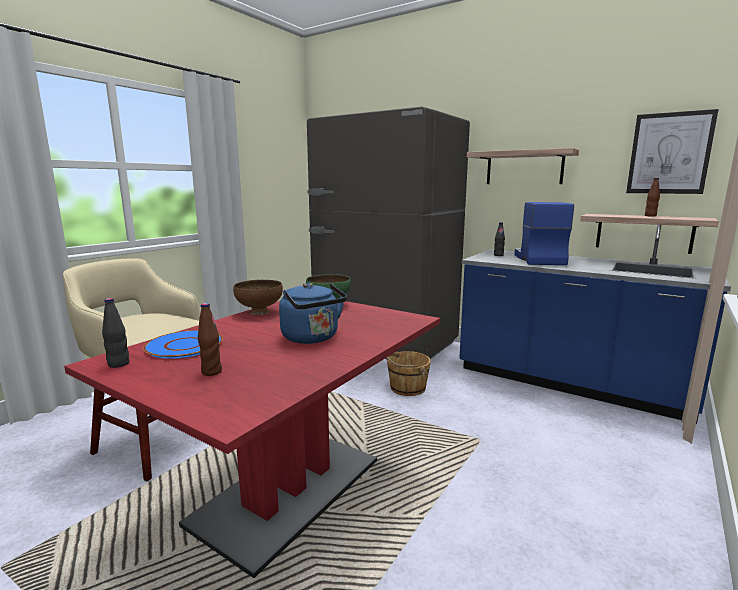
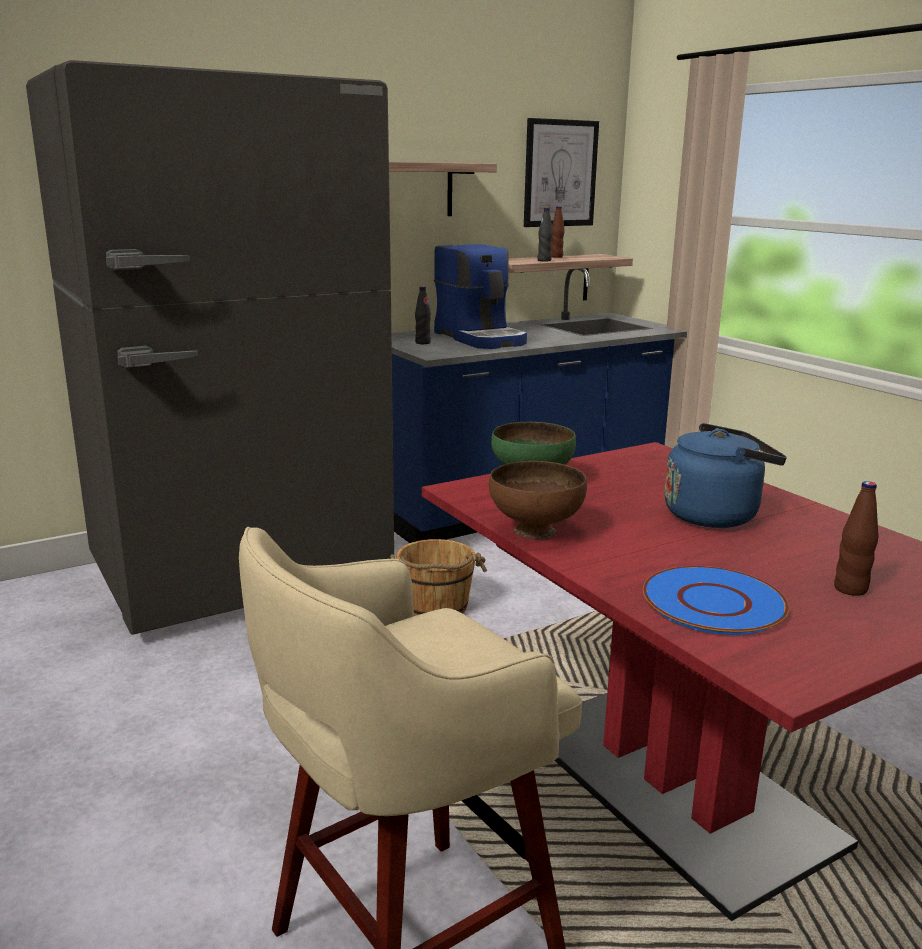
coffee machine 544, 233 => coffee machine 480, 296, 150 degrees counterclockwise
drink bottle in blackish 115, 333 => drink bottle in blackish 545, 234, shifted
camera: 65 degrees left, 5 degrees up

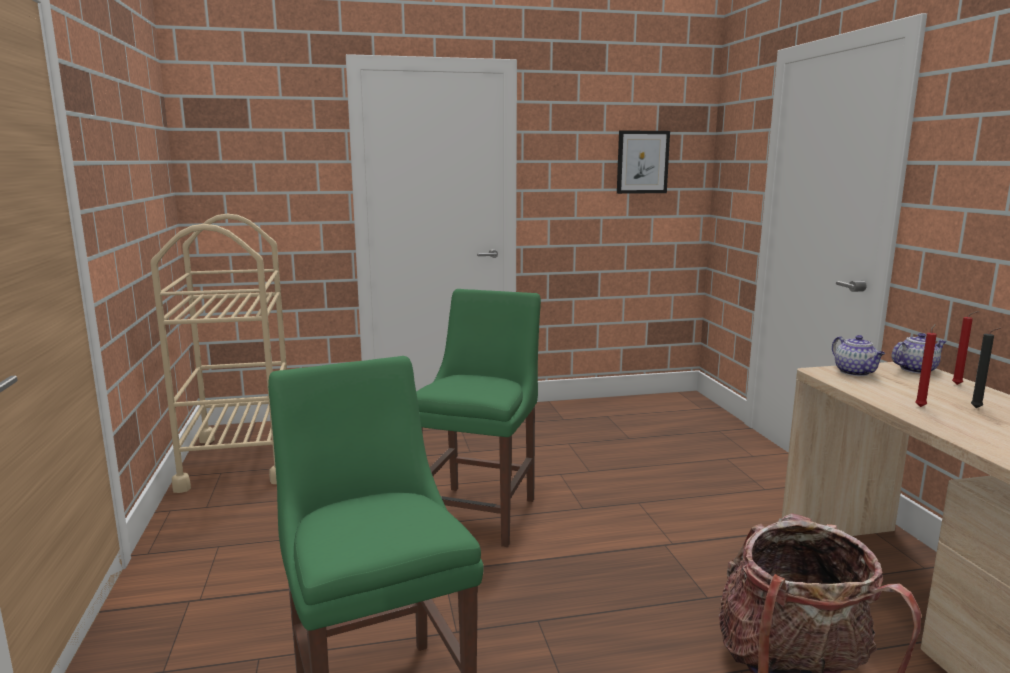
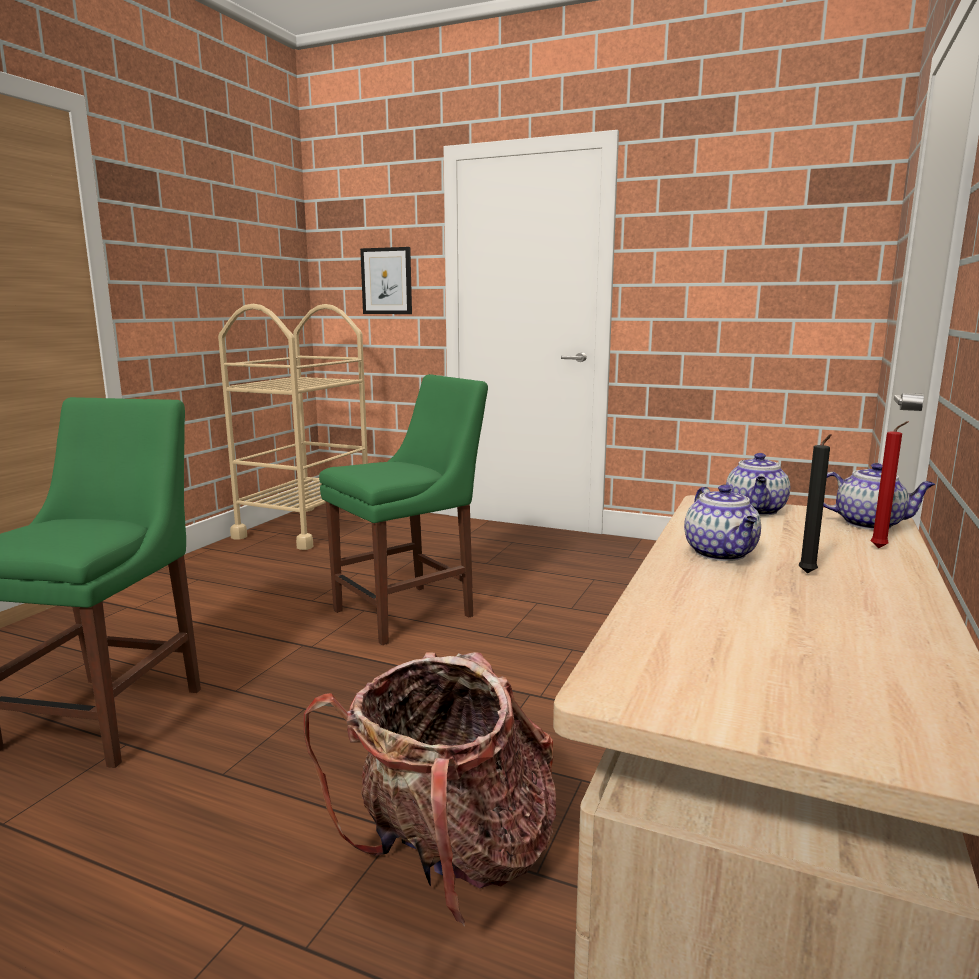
wall picture 643, 162 => wall picture 386, 280, shifted
wax light in red 926, 365 => pot for tea 722, 522
camera: 35 degrees right, 0 degrees up

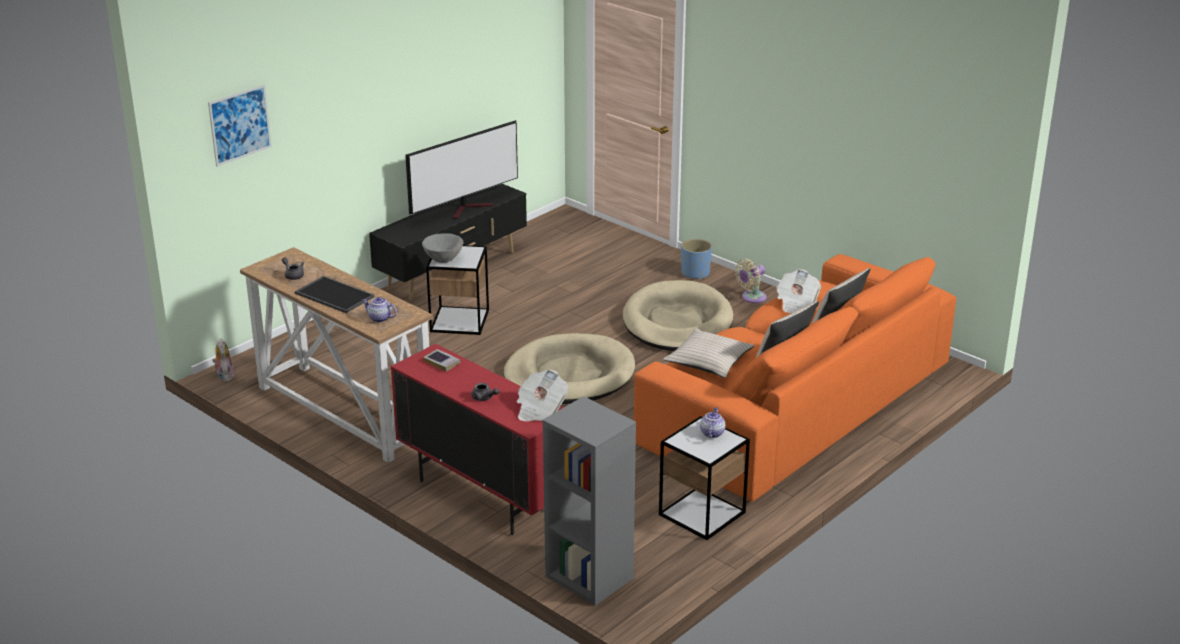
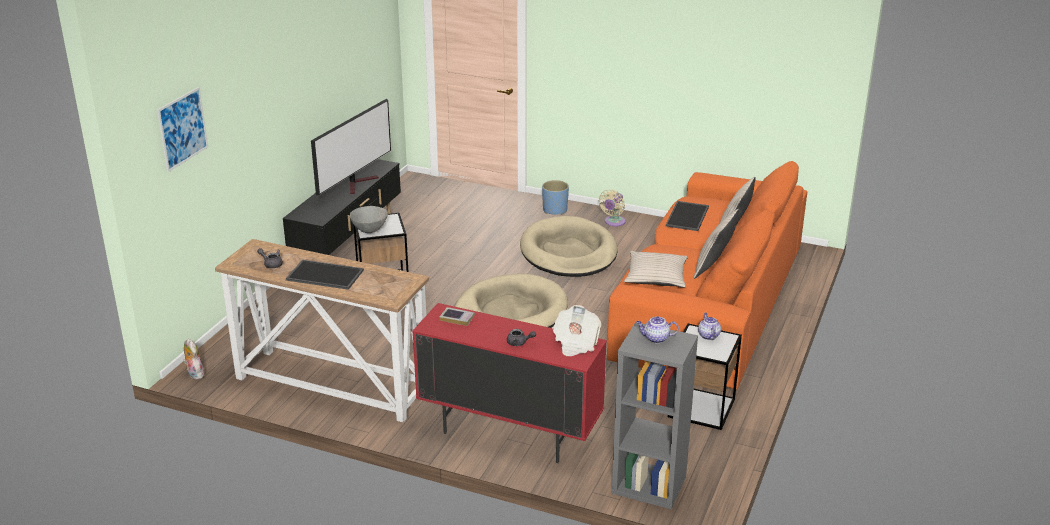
pot for tea 379, 309 => pot for tea 657, 330, shifted
newspaper 798, 291 => tray 687, 216
camera: 20 degrees left, 0 degrees up

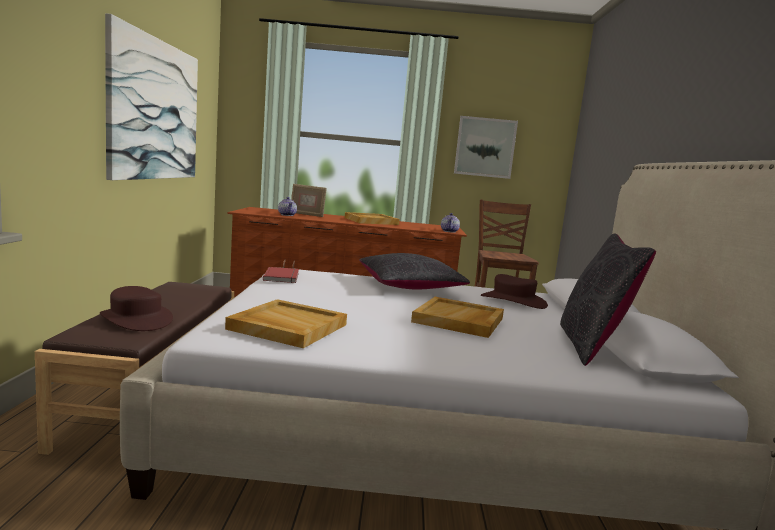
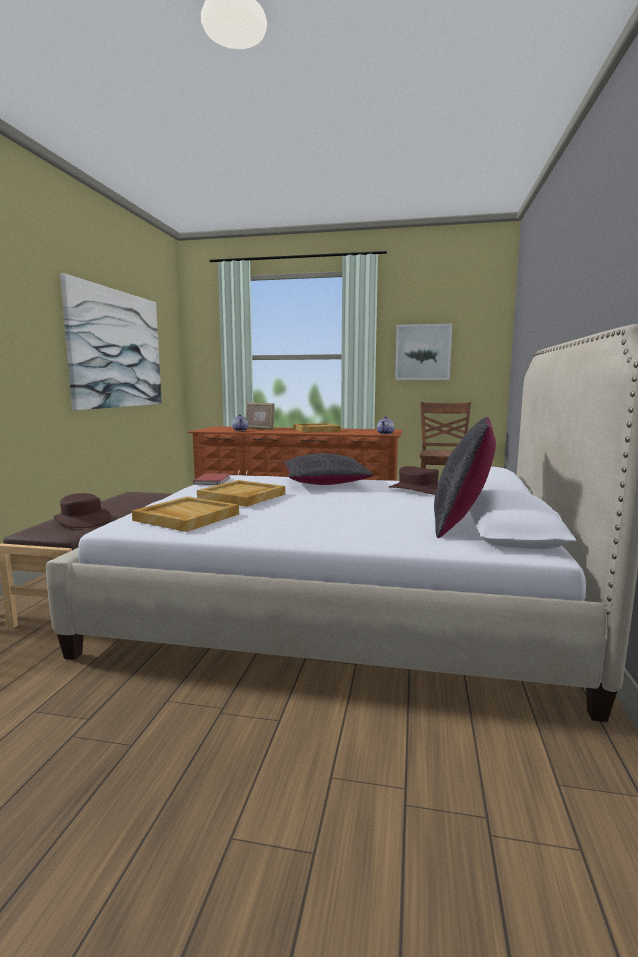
tray in beige-coloured 457, 317 => tray in beige-coloured 241, 493, shifted
camera: 10 degrees right, 0 degrees up

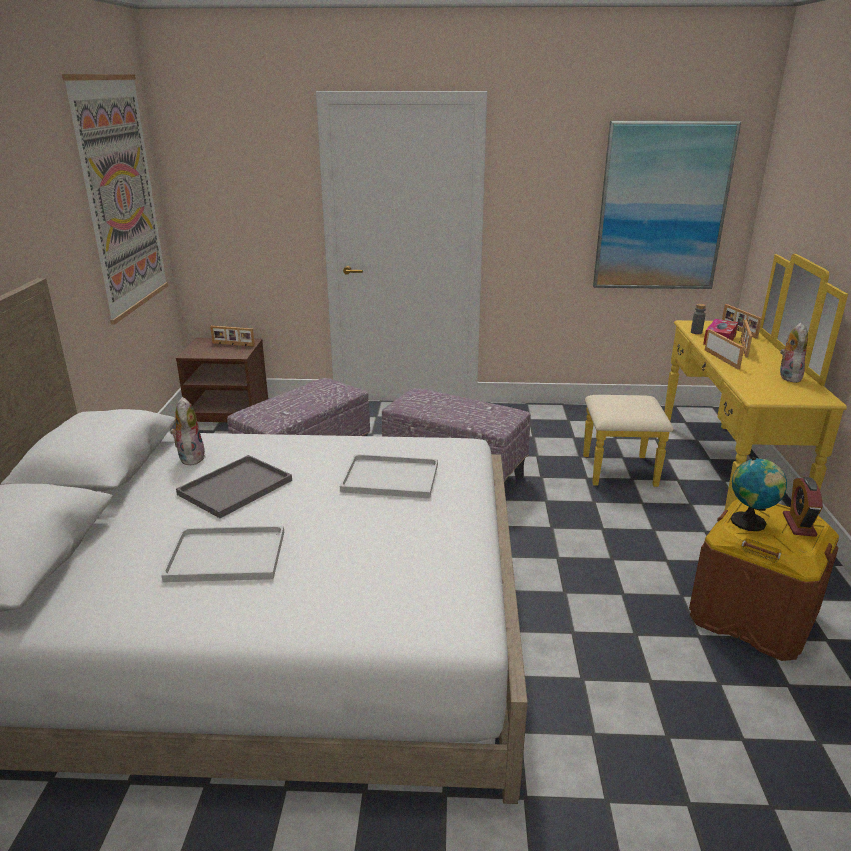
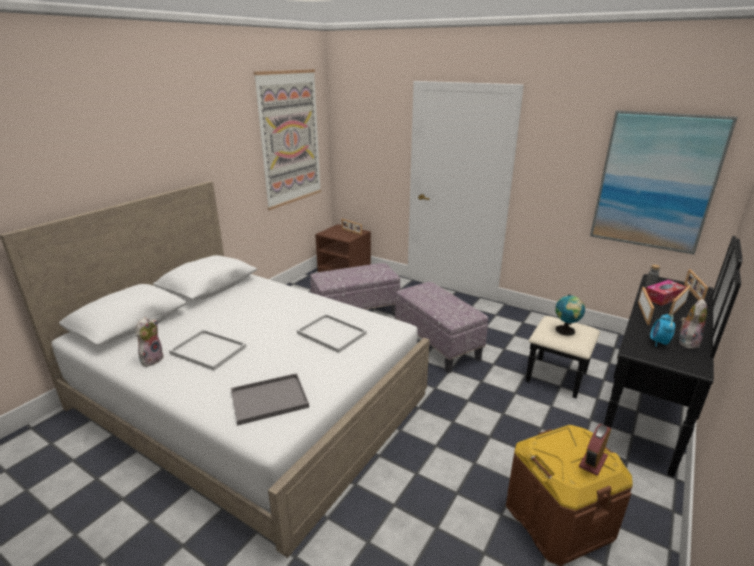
cuddly toy 188, 431 => cuddly toy 149, 342, shifted
tray in grey 234, 486 => tray in grey 270, 399, shifted
chest of drawers in yellow 715, 382 => chest of drawers in blackish 634, 356
globe 759, 494 => globe 570, 315, shifted
nothing => table clock 662, 330
camera: 30 degrees right, 0 degrees up

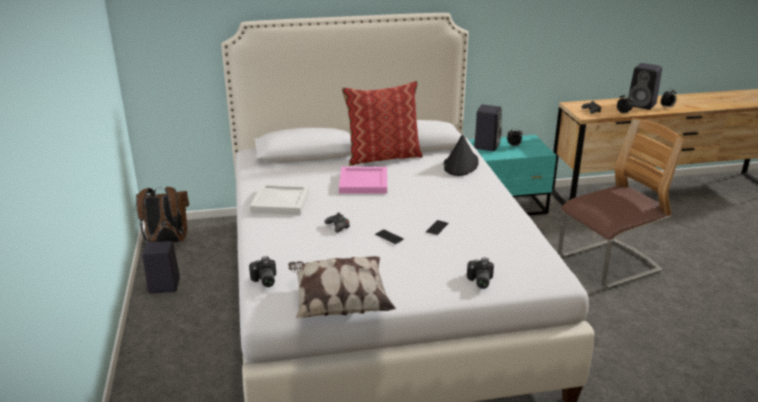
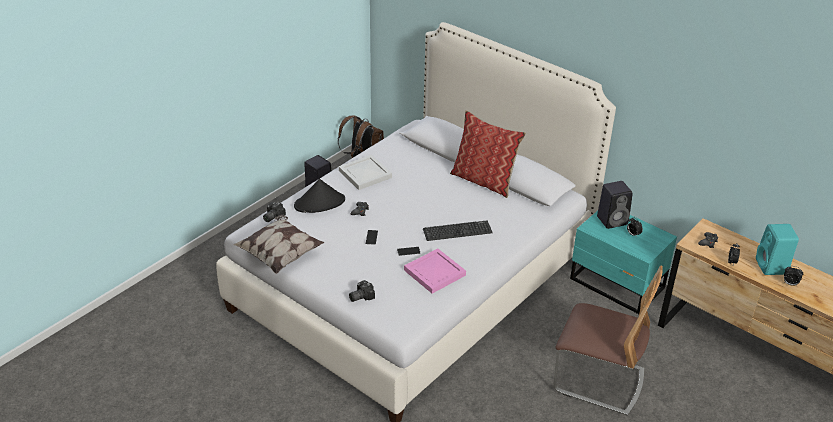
hat in blackish 461, 155 => hat in blackish 319, 196, shifted
tray in pink 363, 180 => tray in pink 435, 271, shifted
nothing => PC keyboard 458, 231
audio speaker in blackish 645, 86 => audio speaker in turquoise-coloured 777, 249
camera: 50 degrees right, 10 degrees up

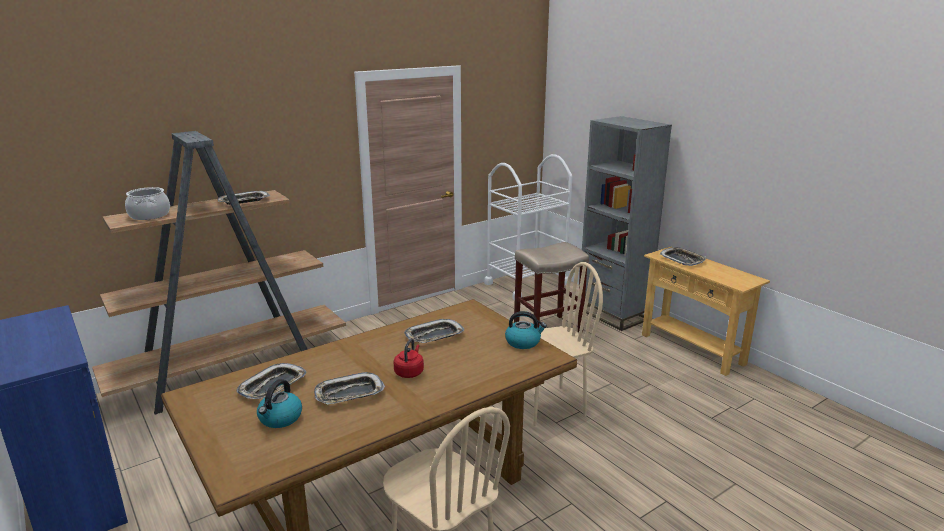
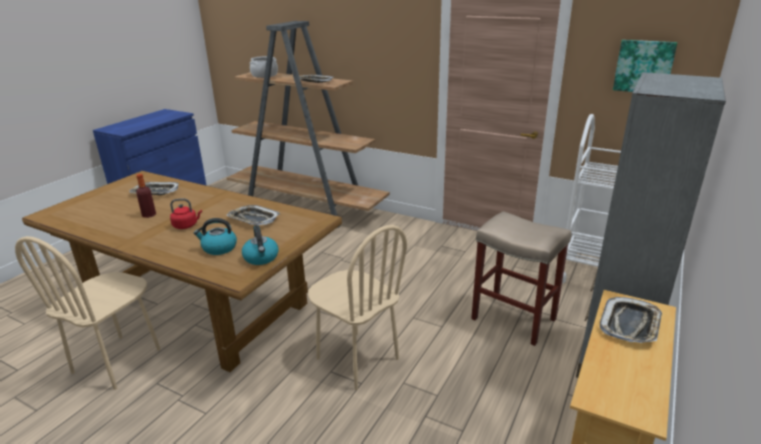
tray 349, 388 => drink bottle 146, 196
kettle 279, 403 => kettle 215, 236, shifted
nothing => wall picture 645, 66
camera: 65 degrees right, 5 degrees up

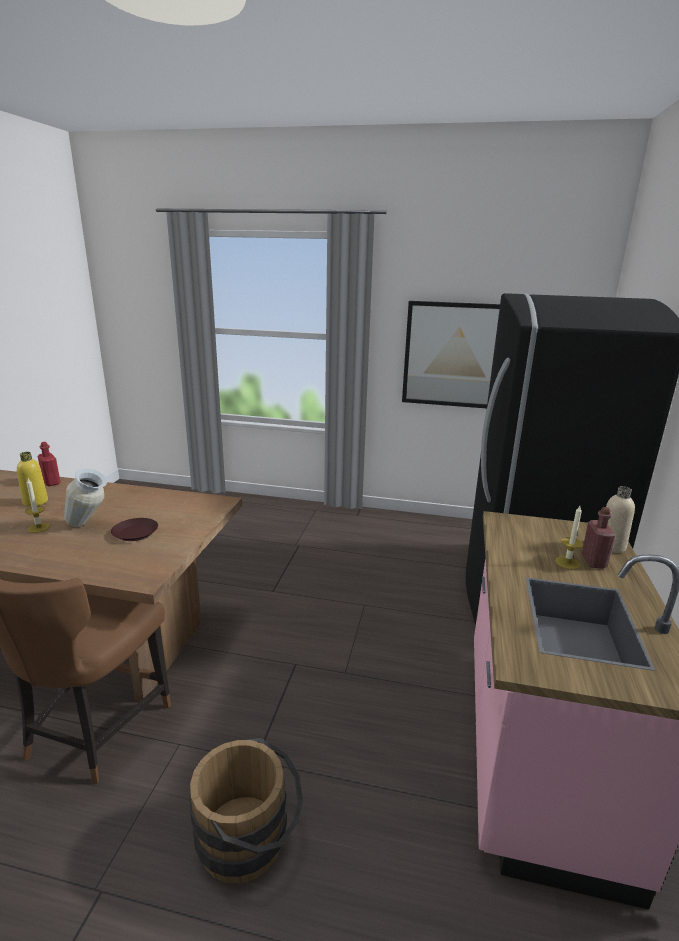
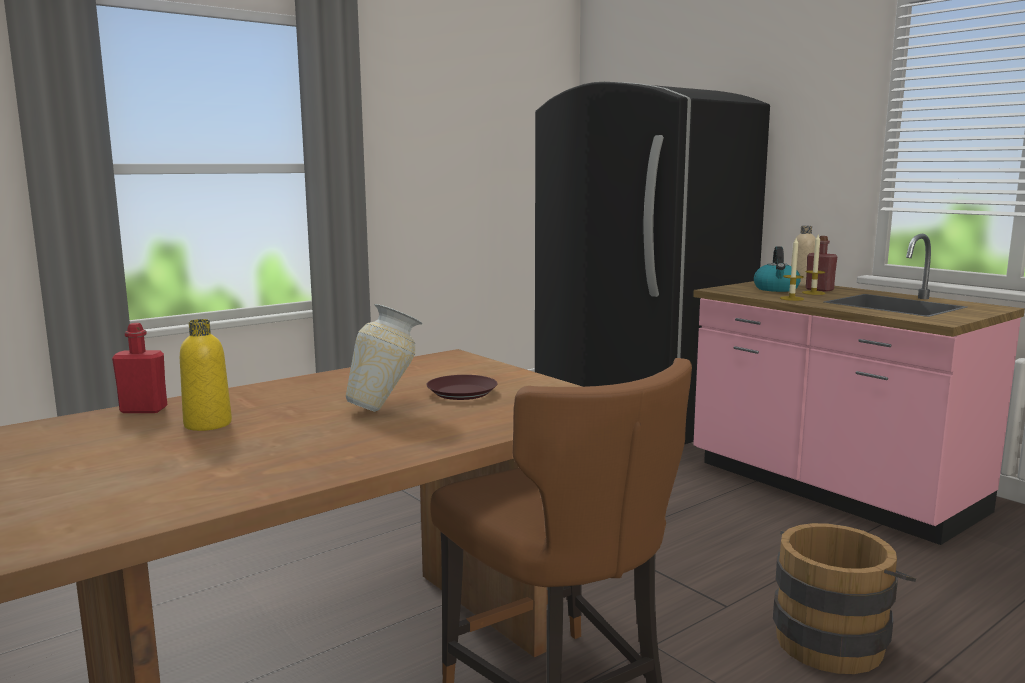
nothing => kettle 777, 269
wax light 37, 506 => wax light 792, 269, shifted
wall picture 451, 354 => nothing
camera: 50 degrees left, 10 degrees down

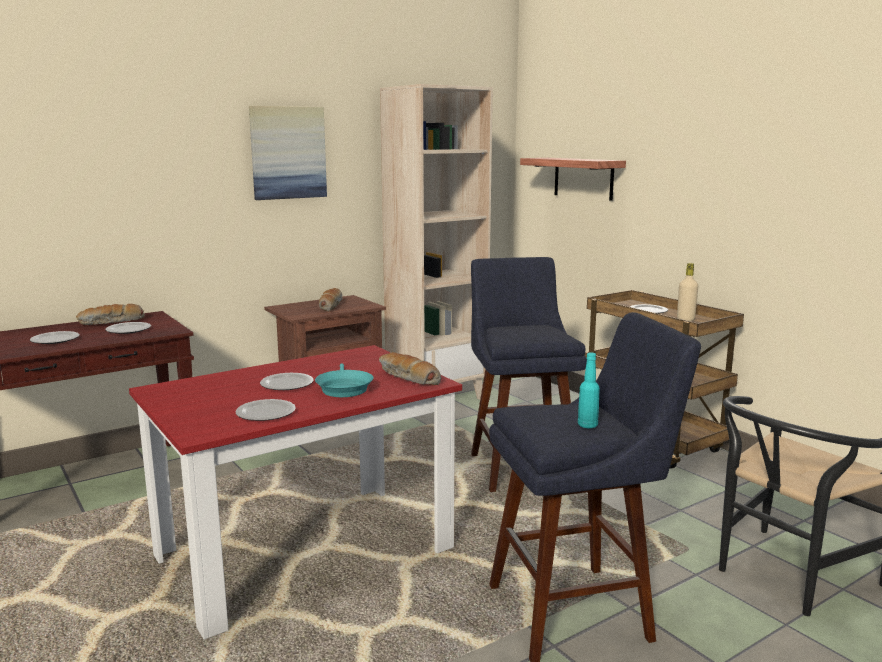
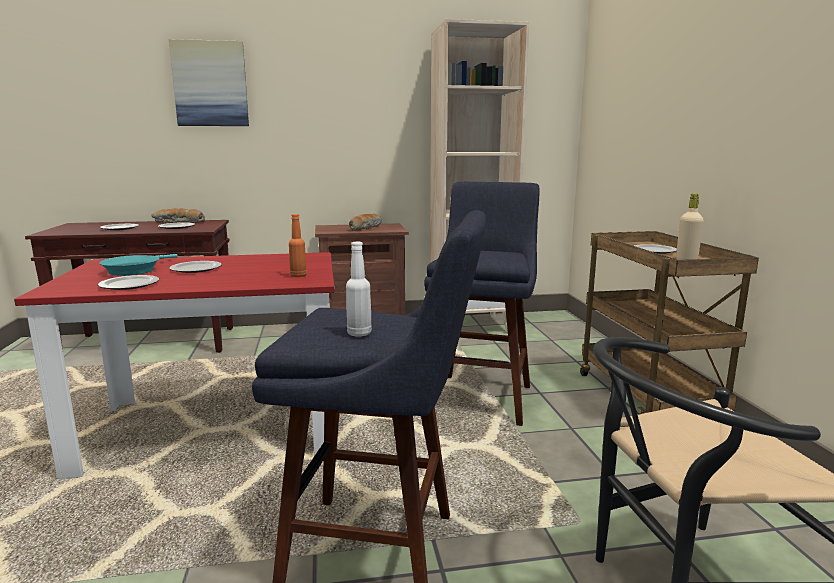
pan in turquoise-coloured 344, 380 => pan in turquoise-coloured 139, 265, shifted
wall picture 288, 153 => wall picture 209, 82, shifted
baked bread 410, 368 => drink bottle in orange-coloured 298, 245
drink bottle in turquoise-coloured 589, 390 => drink bottle in white 359, 289
bracket shelf 573, 179 => nothing
camera: 25 degrees right, 0 degrees up

